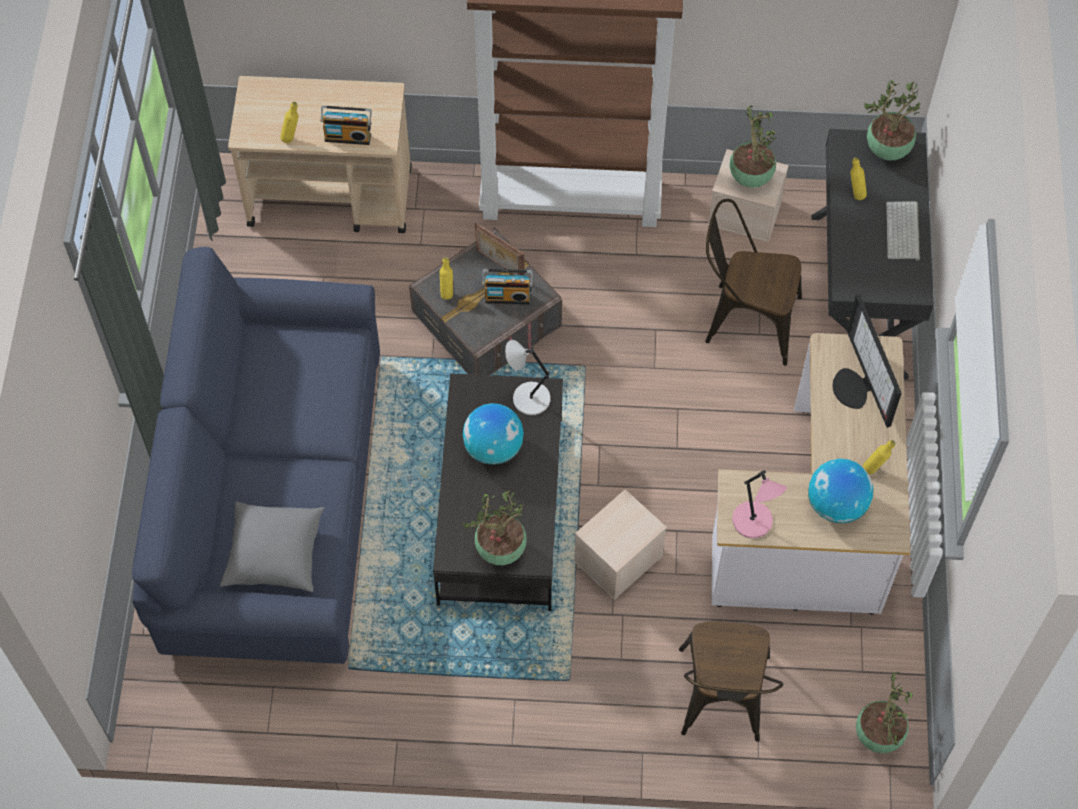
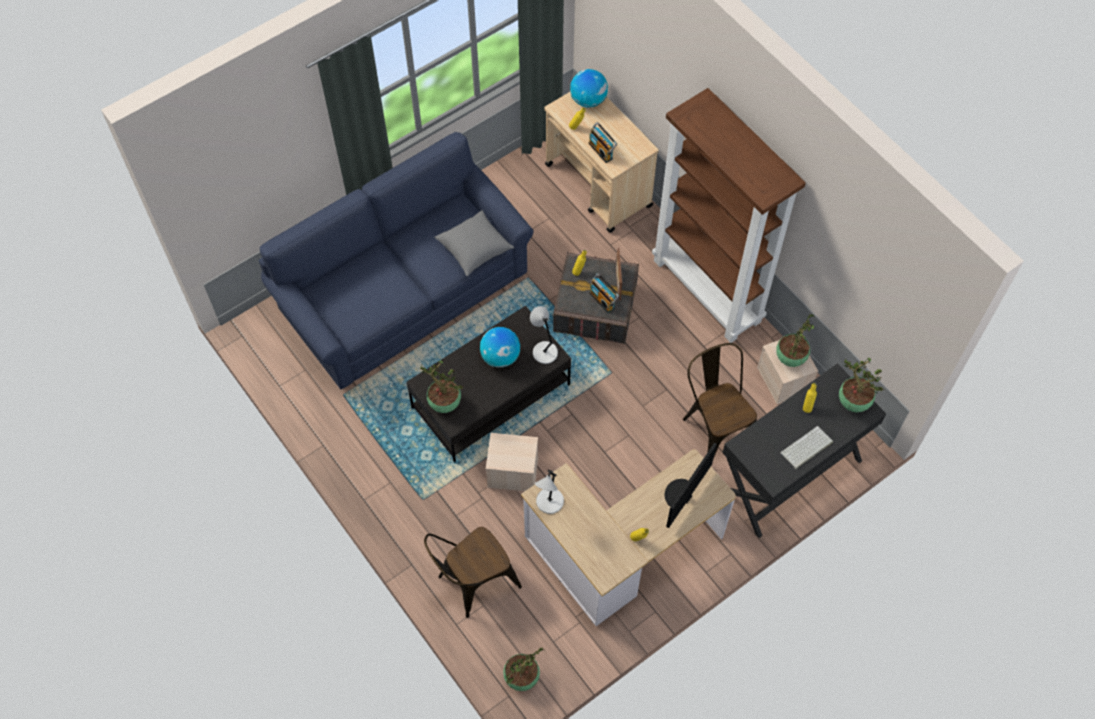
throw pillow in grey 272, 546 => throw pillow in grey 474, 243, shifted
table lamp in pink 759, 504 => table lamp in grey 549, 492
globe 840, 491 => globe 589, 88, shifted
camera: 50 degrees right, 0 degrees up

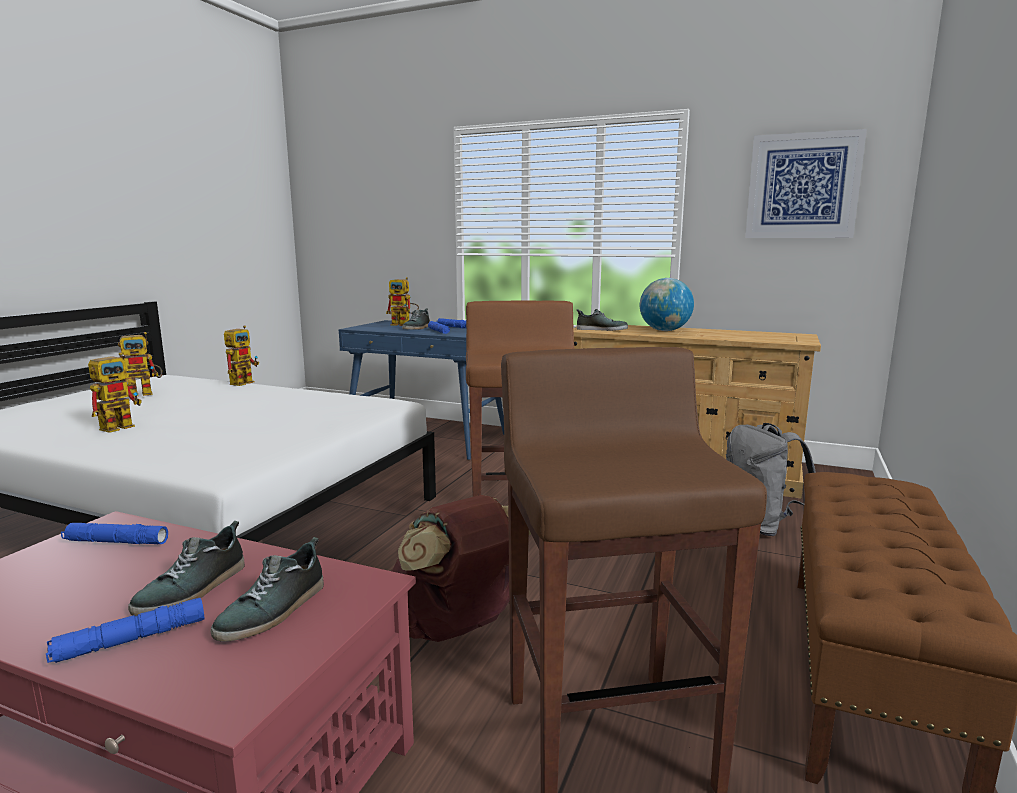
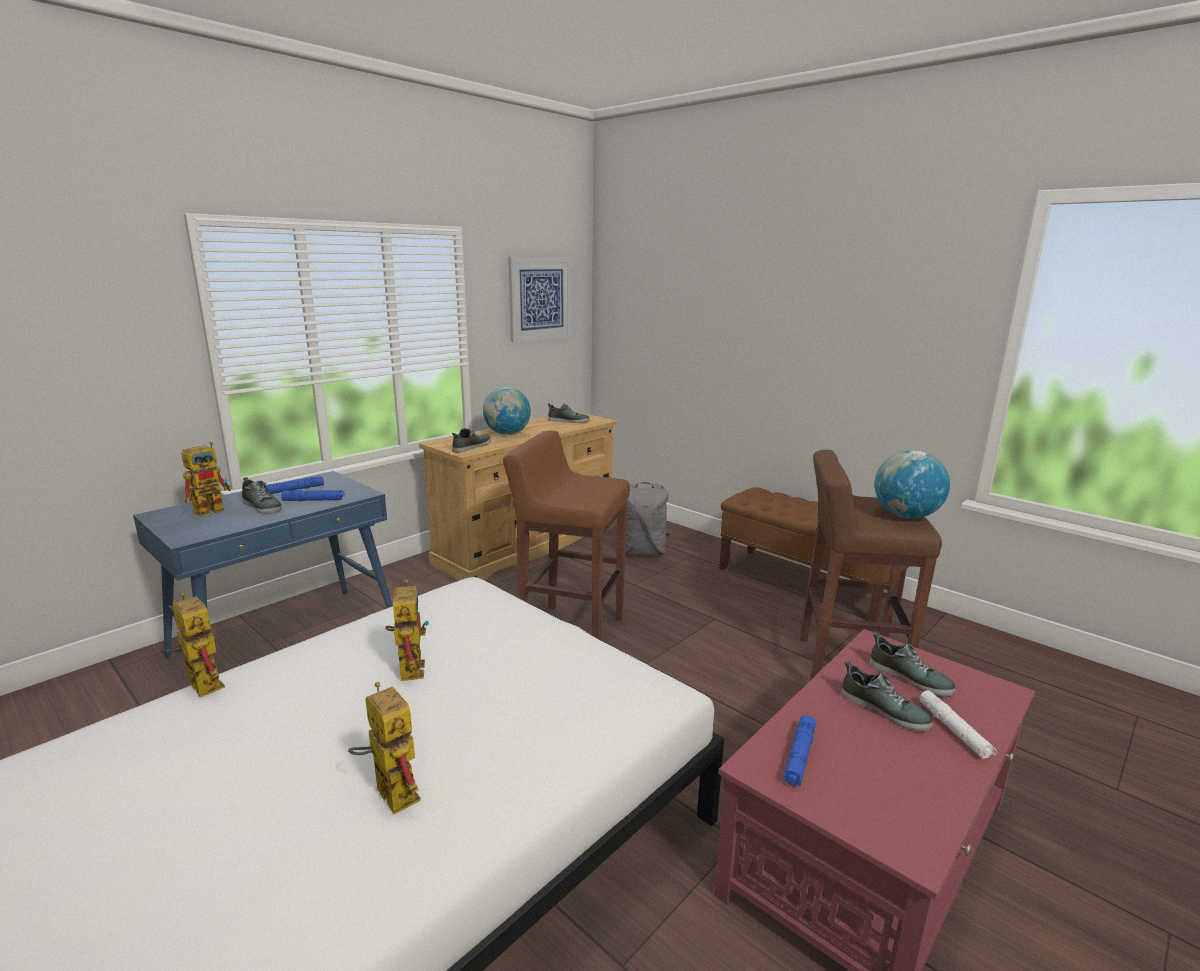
toy robot 140, 364 => toy robot 407, 630, shifted
nothing => item of footwear 569, 413
nothing => globe 912, 484
torch in blue-coloured 125, 630 => torch in white 958, 724
backpack in brownish 461, 568 => nothing
camera: 70 degrees left, 5 degrees up

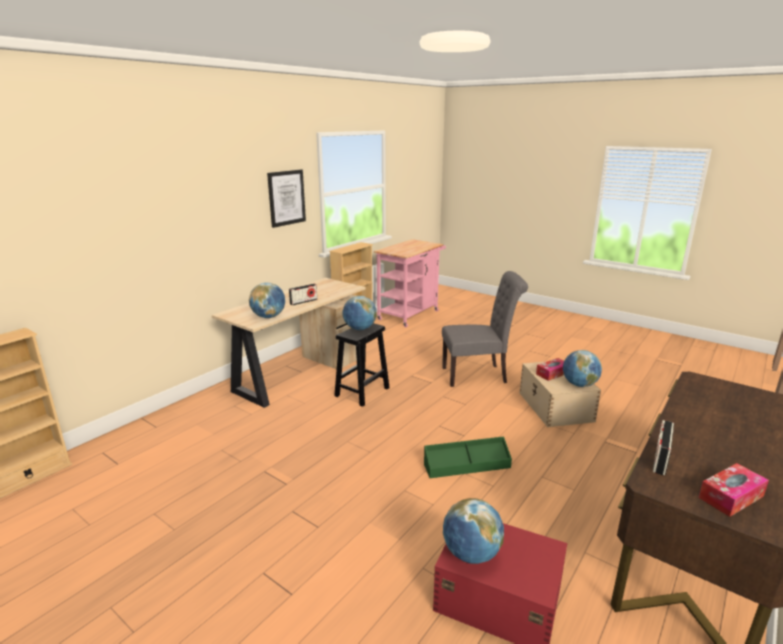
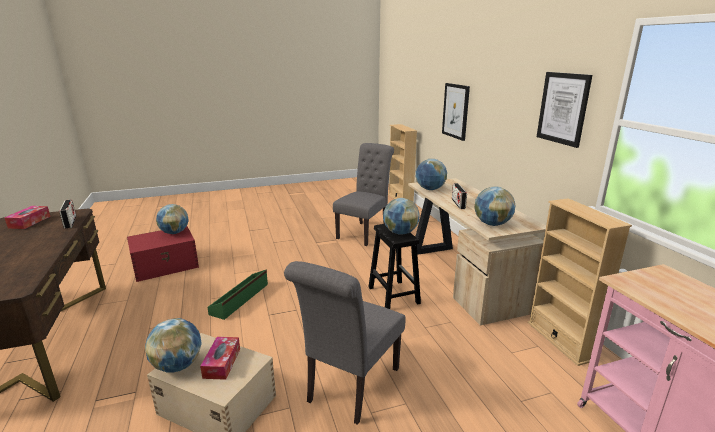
nothing => plain chair in grey 363, 194
nothing => wall picture 456, 112
nothing => globe 494, 206
camera: 125 degrees right, 0 degrees up

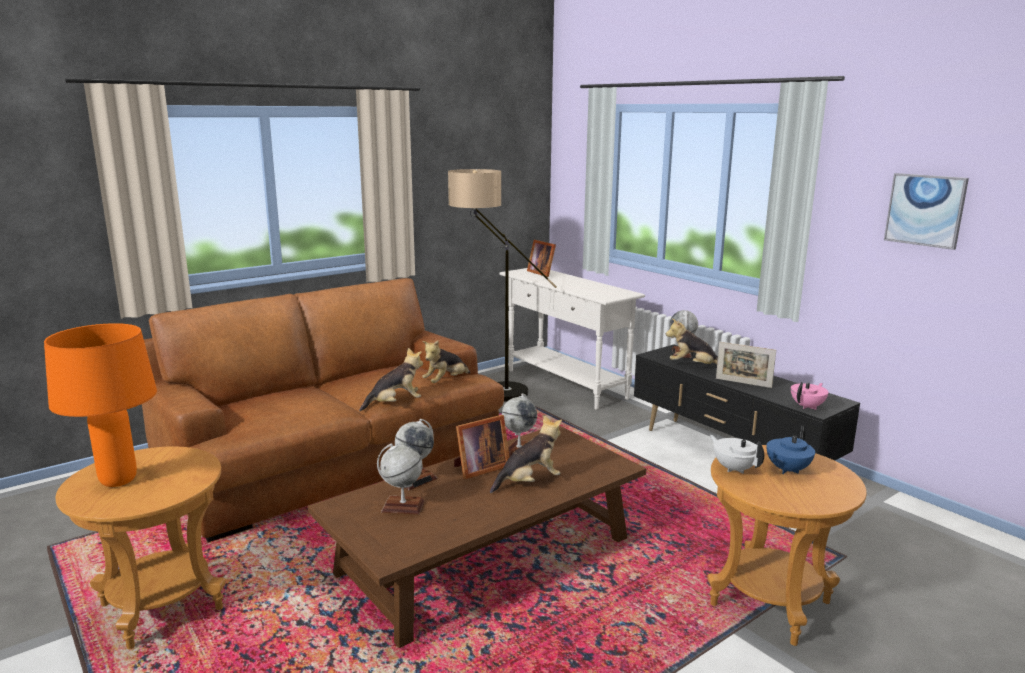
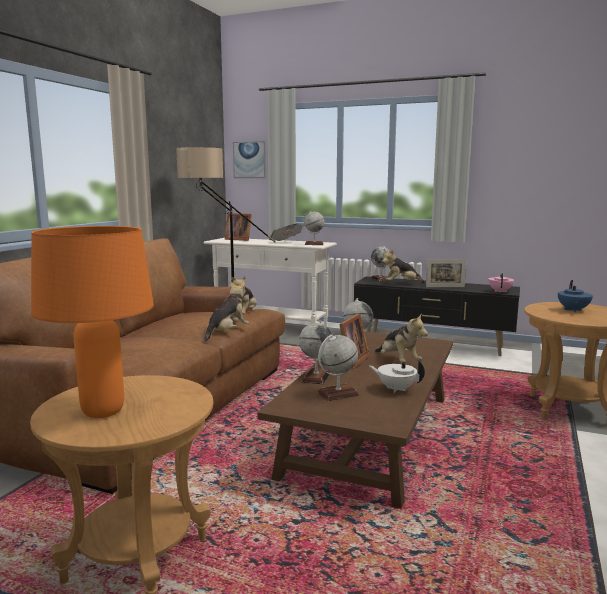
wall picture 926, 211 => wall picture 249, 159, shifted
nothing => newspaper 286, 232
nothing => globe 313, 228
pot for tea in white 737, 454 => pot for tea in white 397, 376, shifted
cuddly toy 526, 454 => cuddly toy 401, 338, 120 degrees clockwise
camera: 30 degrees left, 5 degrees down

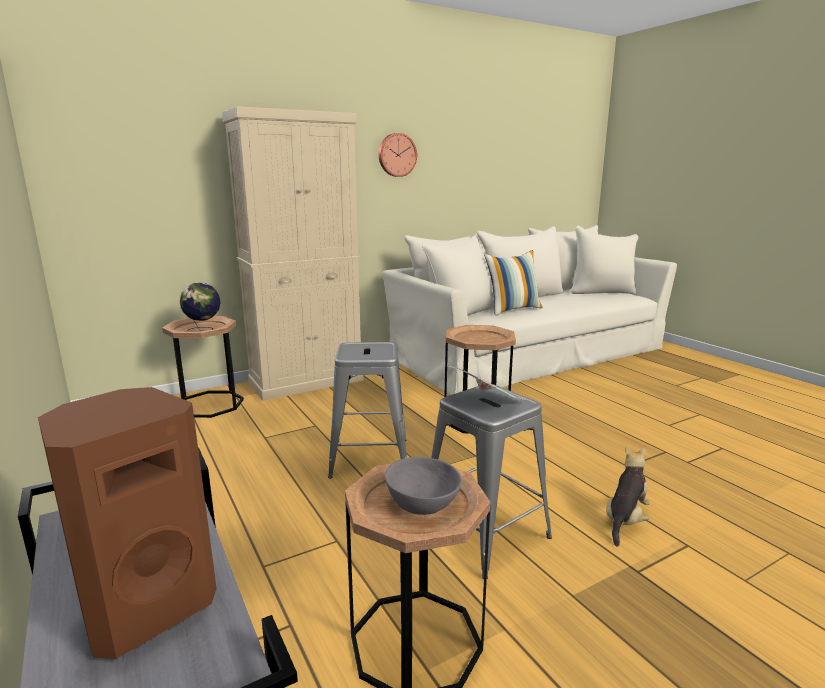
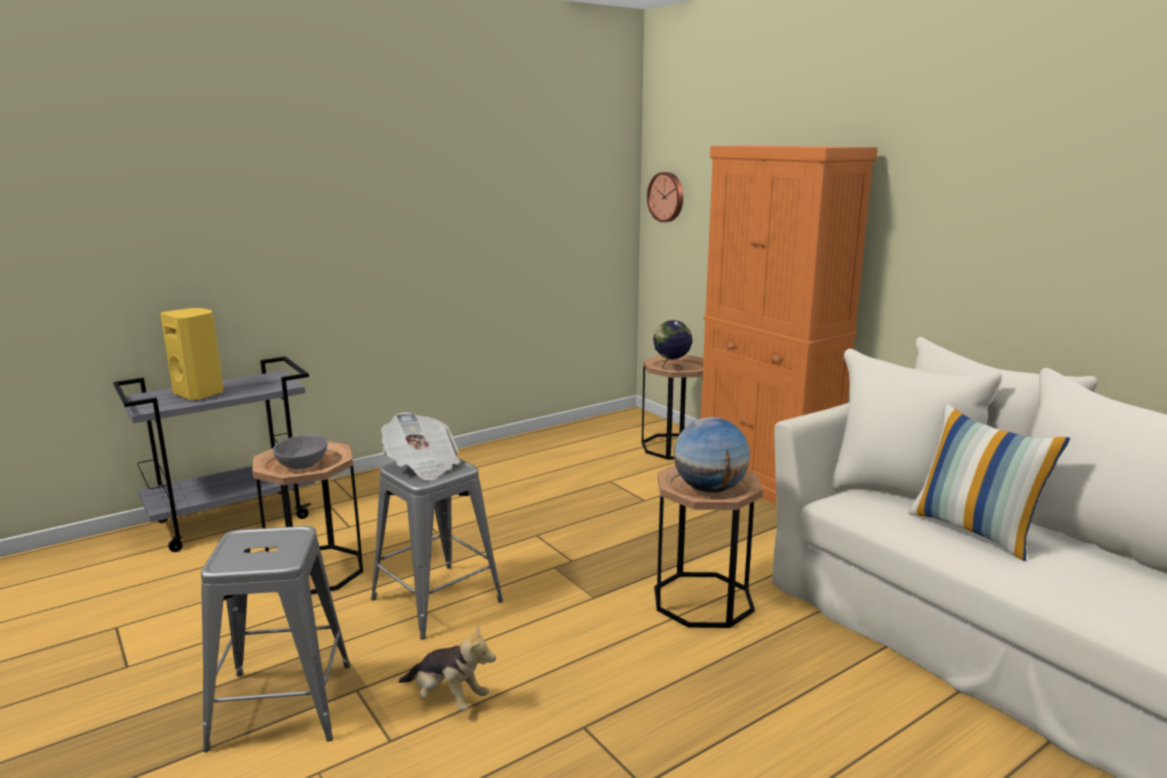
audio speaker in brownish 127, 523 => audio speaker in yellow 192, 354
stool in grey 367, 410 => stool in grey 275, 639, shifted
hanging clock 398, 155 => hanging clock 665, 197, shifted
nothing => globe 712, 455
cupboard in beige-coloured 293, 253 => cupboard in orange-coloured 789, 325
camera: 85 degrees right, 0 degrees up

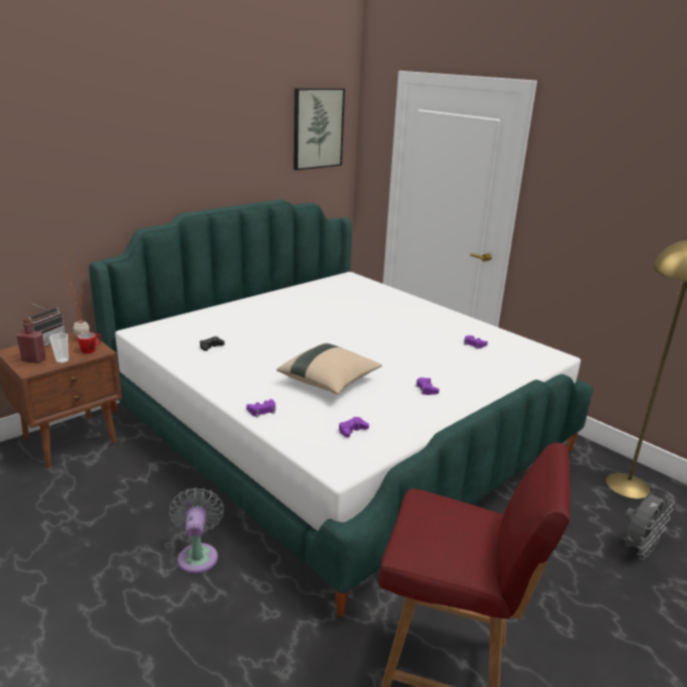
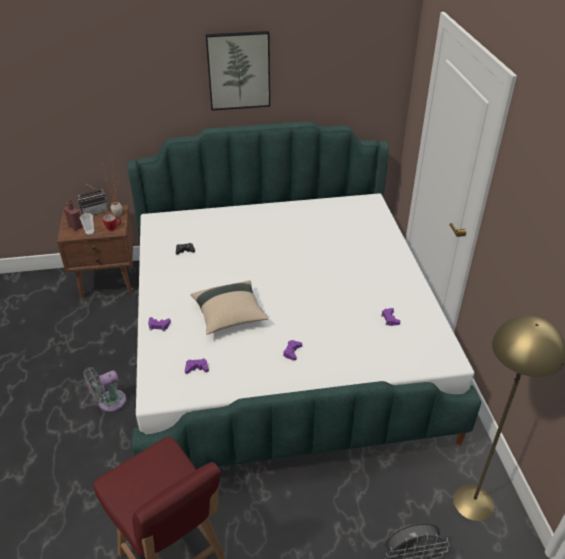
cooling fan in grey 196, 530 => cooling fan in grey 105, 389, 150 degrees counterclockwise
wall picture 319, 129 => wall picture 238, 71, shifted
camera: 35 degrees right, 15 degrees up

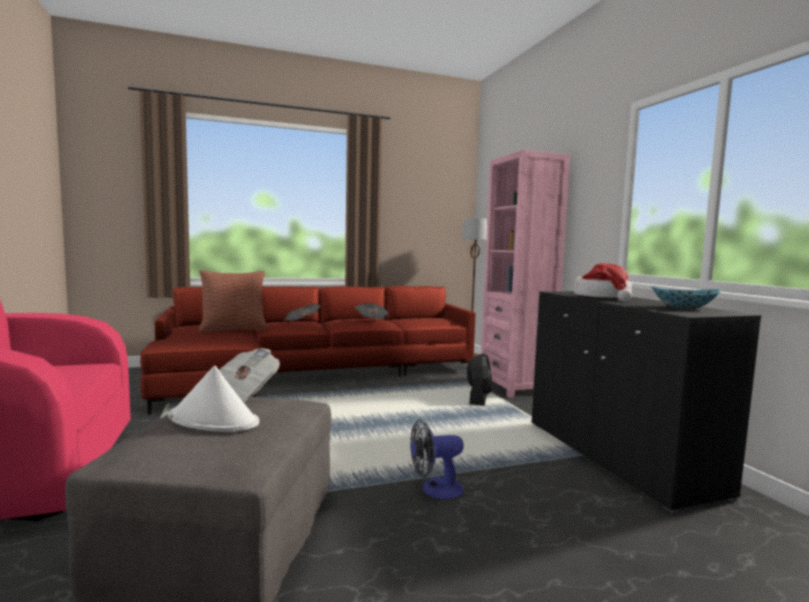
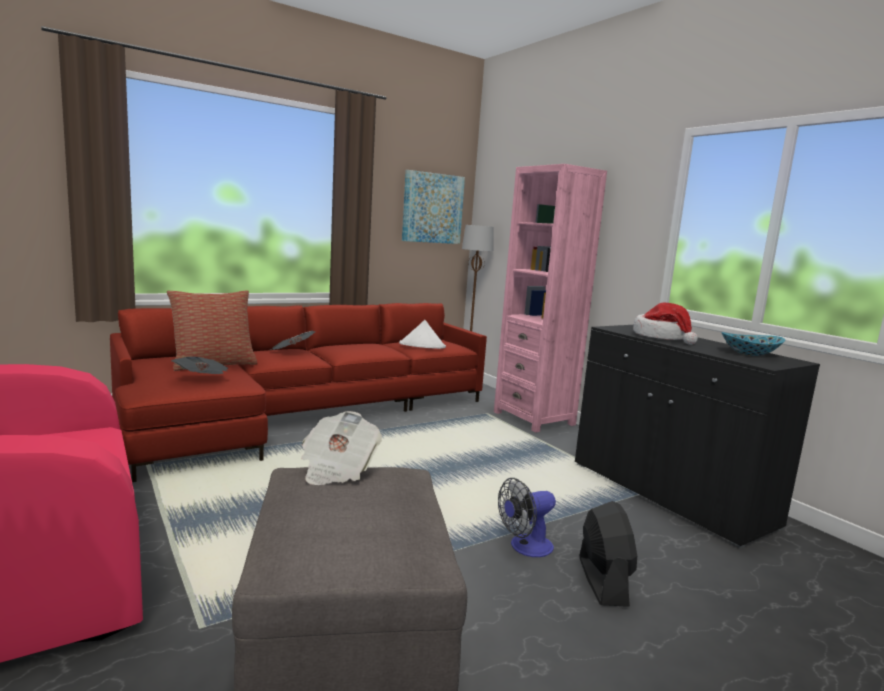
newspaper 372, 311 => newspaper 199, 365, shifted
hat in white 213, 399 => hat in white 422, 334, shifted
nothing => wall picture 433, 207
cooling fan in blackish 480, 380 => cooling fan in blackish 608, 554, shifted
camera: 15 degrees left, 5 degrees up

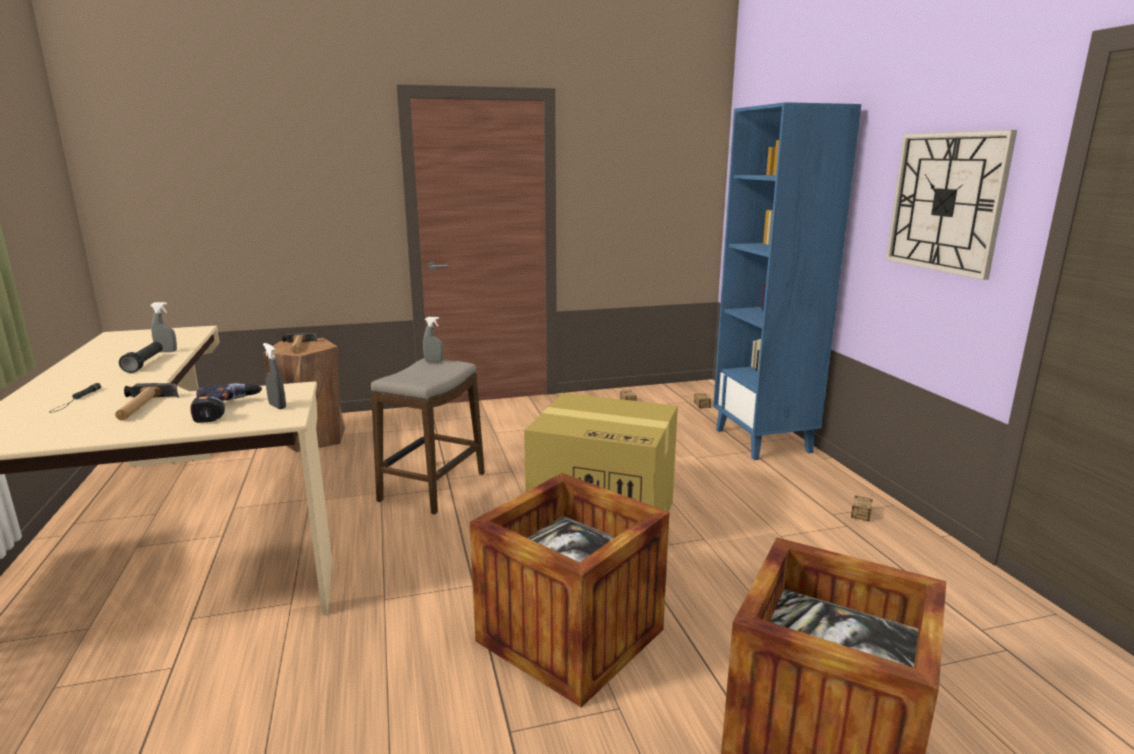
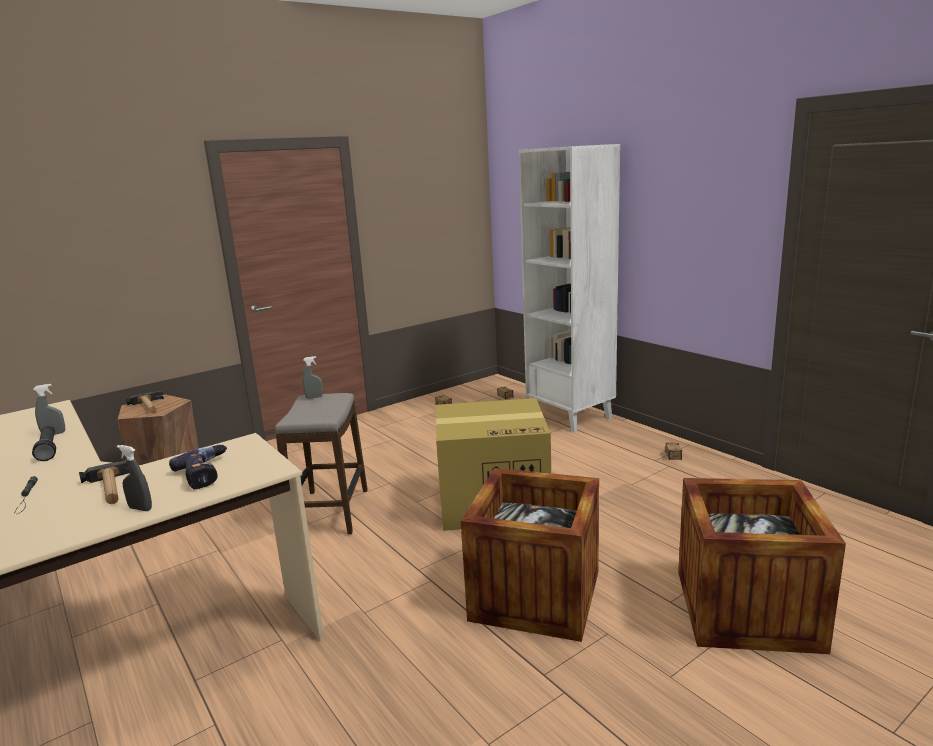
hand sprayer in grey 274, 376 => hand sprayer in grey 134, 478, shifted
bookcase in blue-coloured 787, 281 => bookcase in white 569, 288
hanging clock 951, 205 => nothing
camera: 20 degrees left, 0 degrees up

